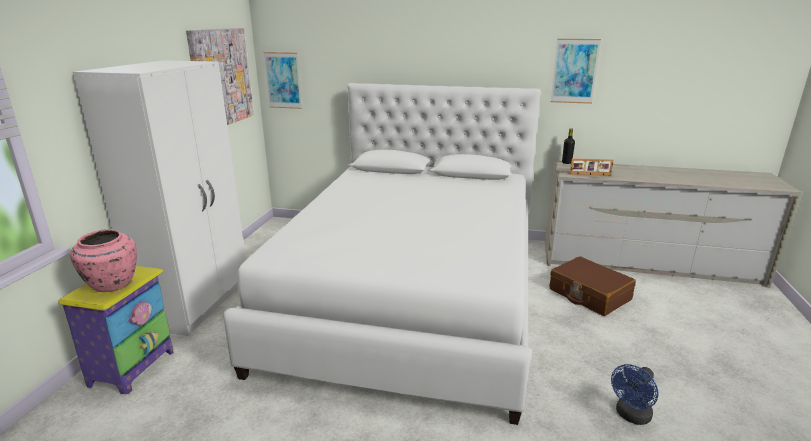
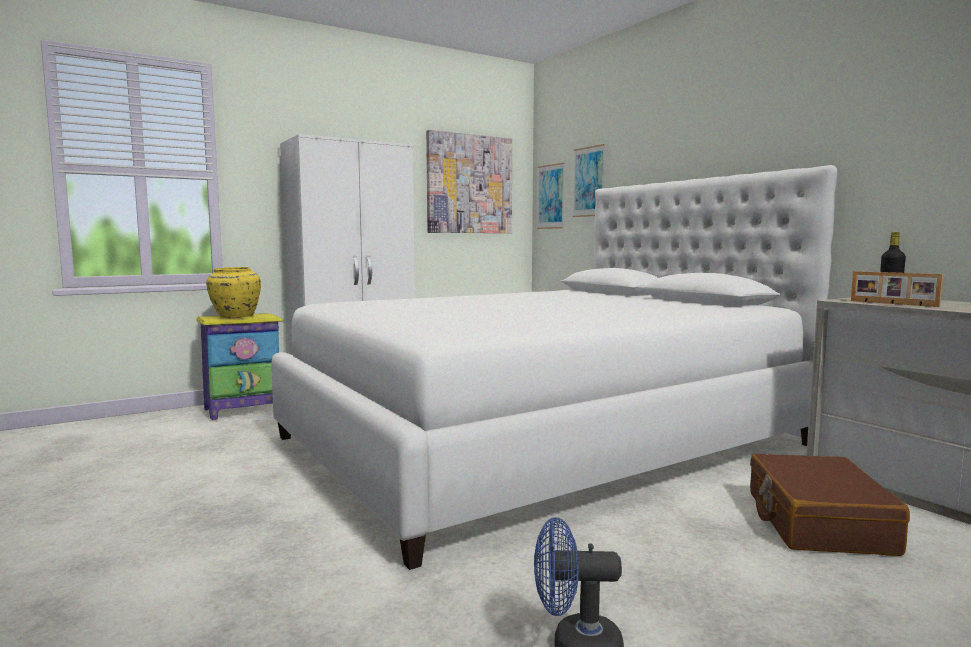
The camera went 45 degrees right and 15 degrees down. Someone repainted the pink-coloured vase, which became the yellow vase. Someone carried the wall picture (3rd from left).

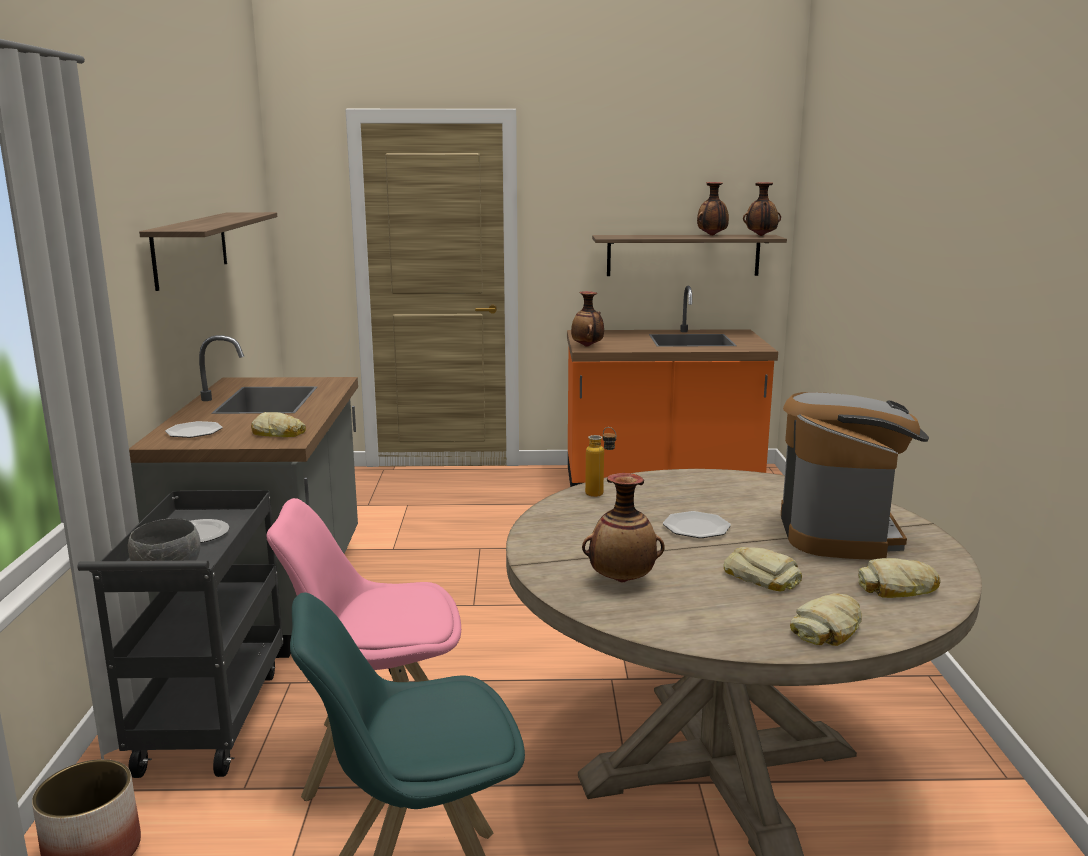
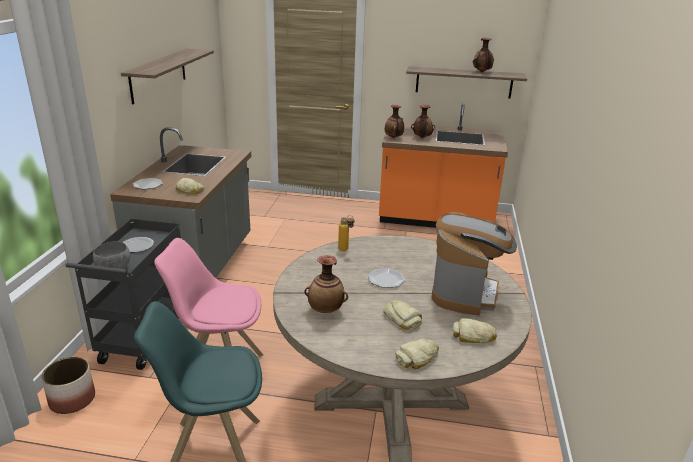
The camera went 10 degrees right and 10 degrees up. Someone carried the vase (4th from left in the first image).

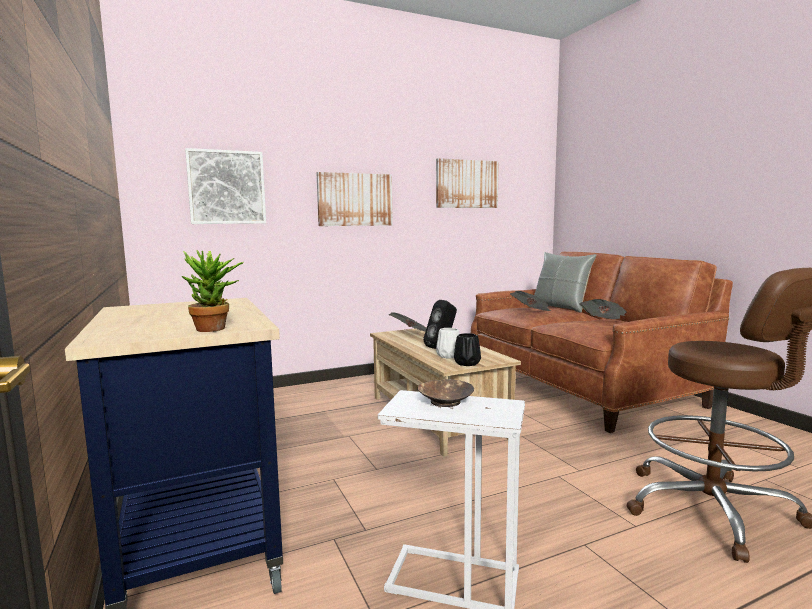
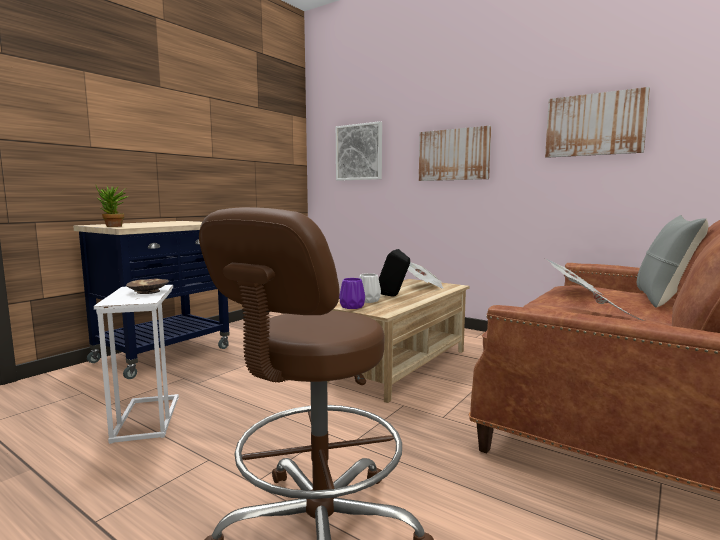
The camera went 60 degrees right and 0 degrees up. Someone repainted the black-coloured vase, which became the purple vase.

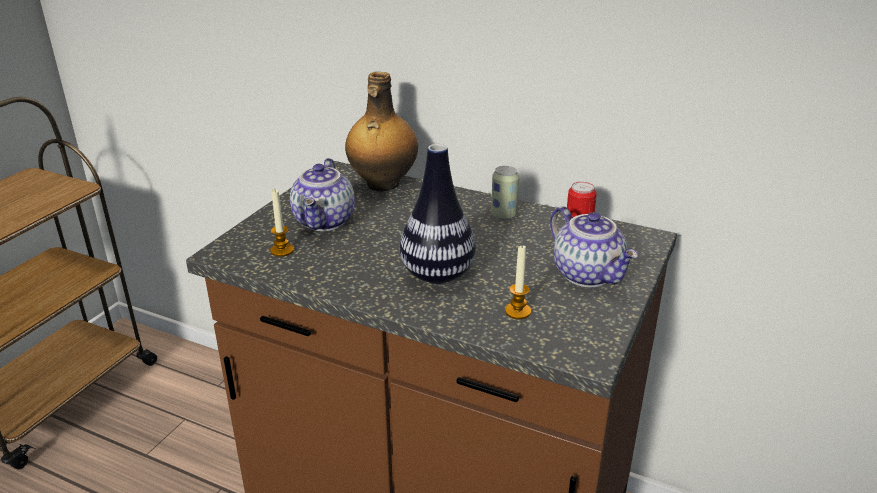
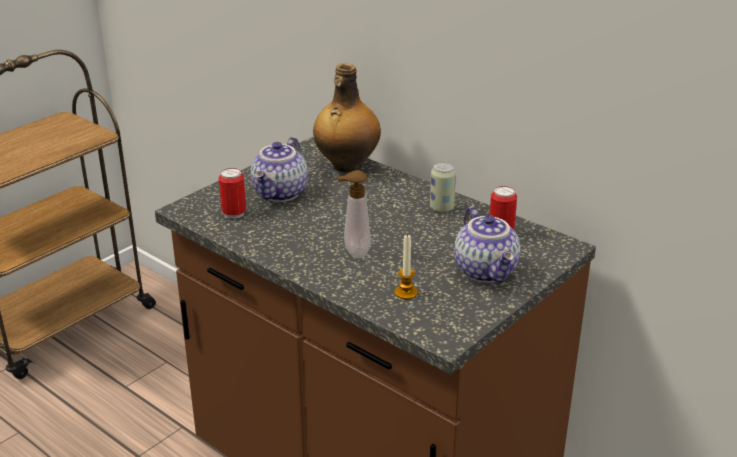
The camera went 15 degrees right and 0 degrees up. Someone swapped the candle (1st from left) for the metal can (1st from left). Someone swapped the vase for the soap bottle.

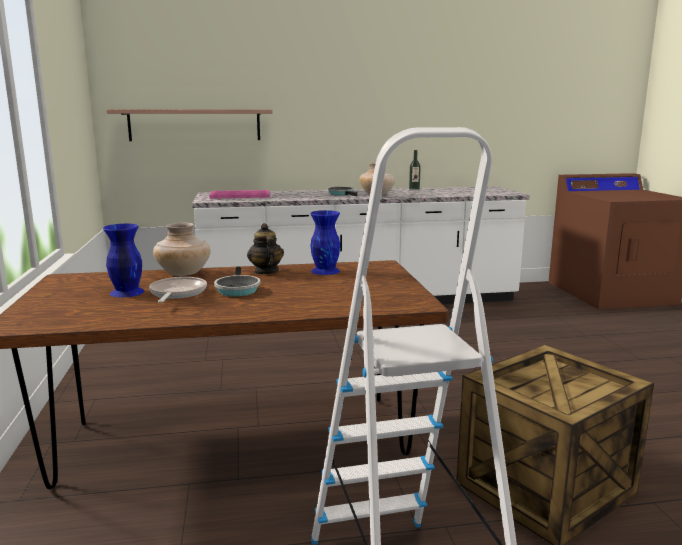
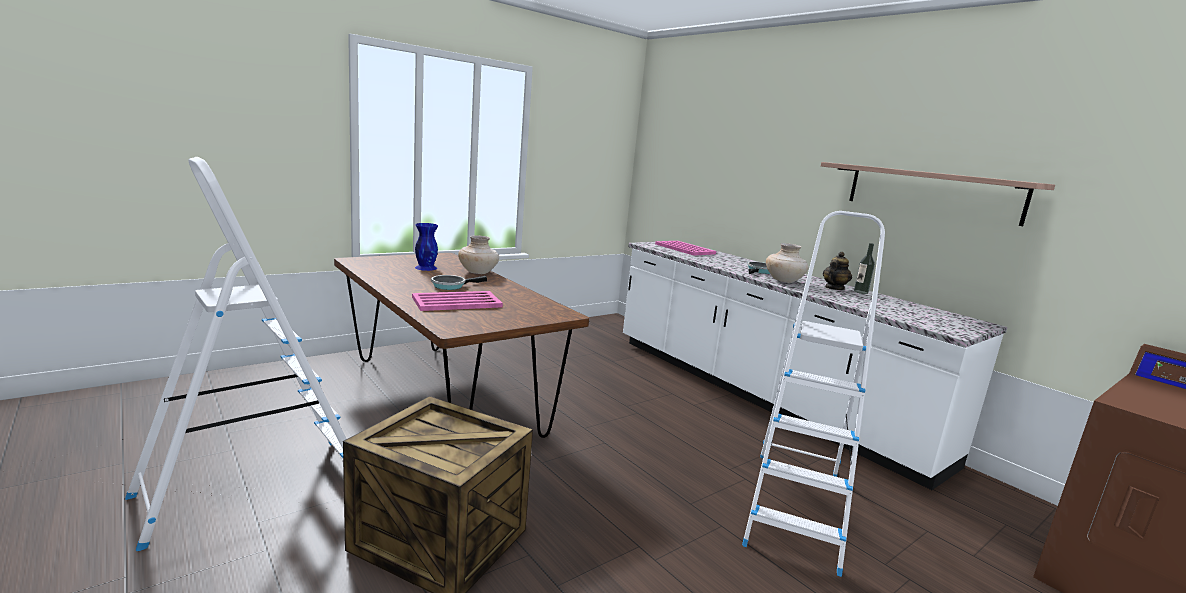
The camera went 60 degrees right and 0 degrees up. Someone put down the pink-coloured serving tray (1st from left). Someone put down the white stepladder (2nd from left). Someone carried the wall shelf. Someone carried the teapot. Someone took away the skillet (1st from left). Someone took away the blue-coloured vase (2nd from left).

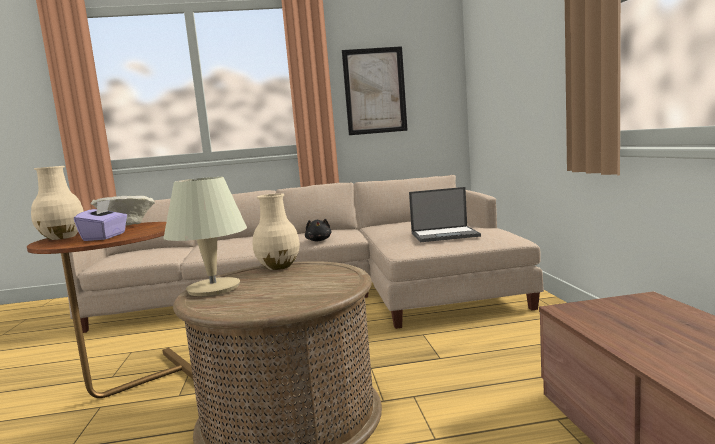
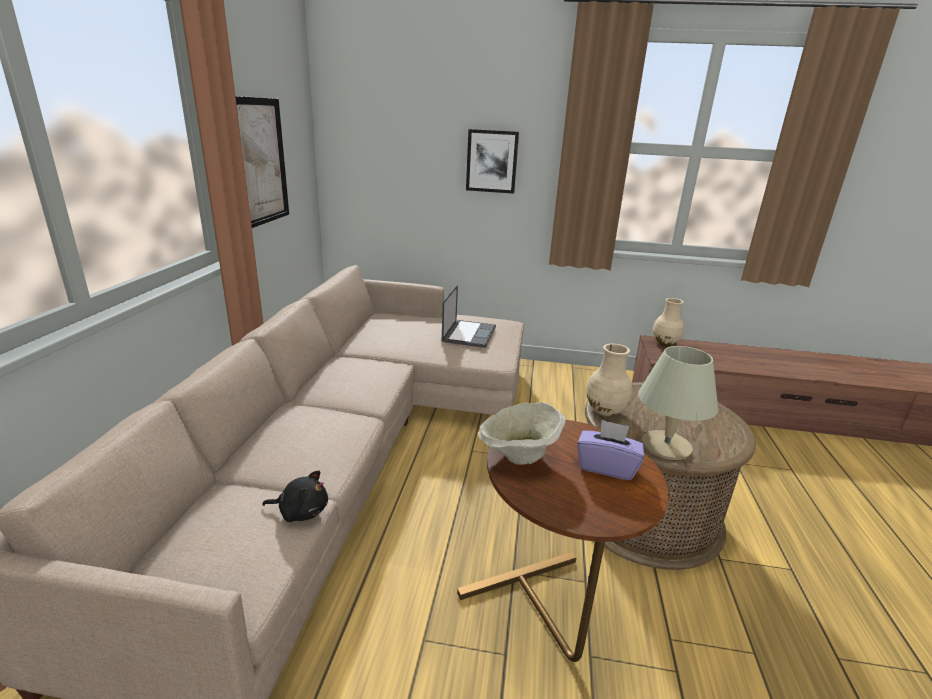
The camera went 75 degrees left and 15 degrees up. Someone carried the black-coloured plush toy. Someone put up the wall picture (2nd from left). Someone carried the beige vase (1st from left in the first image).

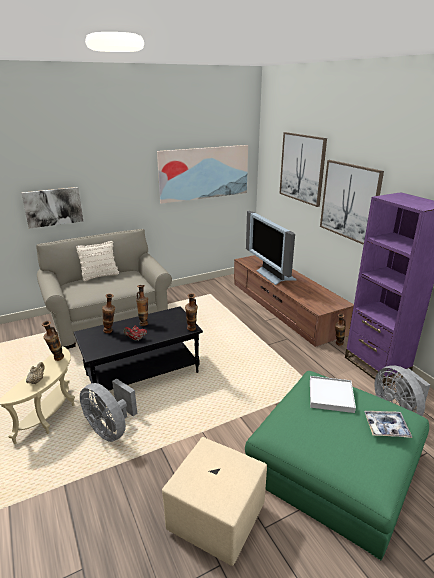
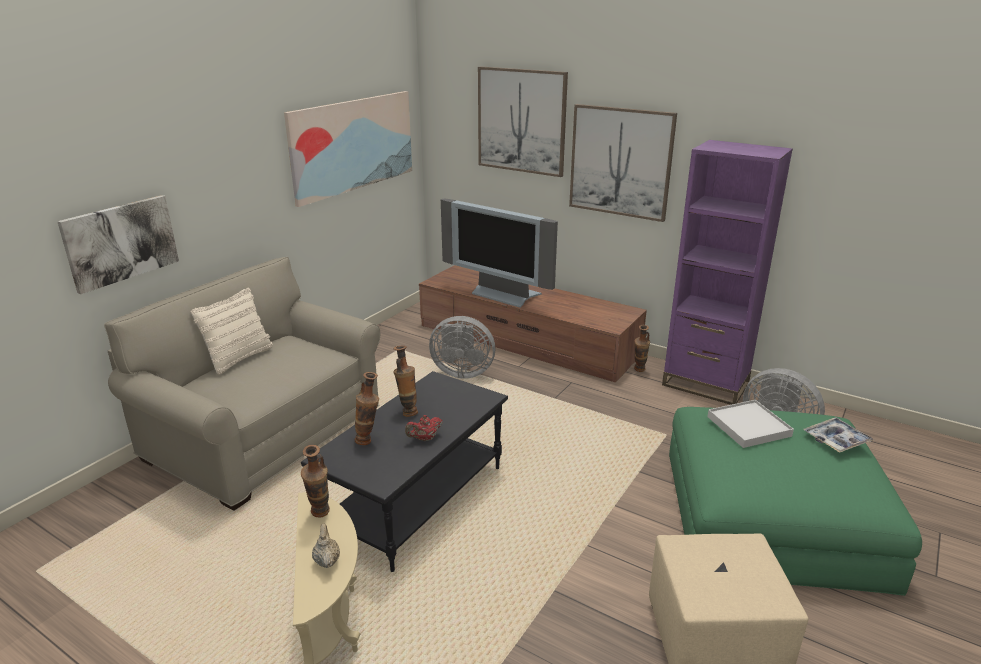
The camera went 30 degrees left and 0 degrees up. Someone carried the grey cooling fan (1st from left). Someone took away the vase (4th from left).

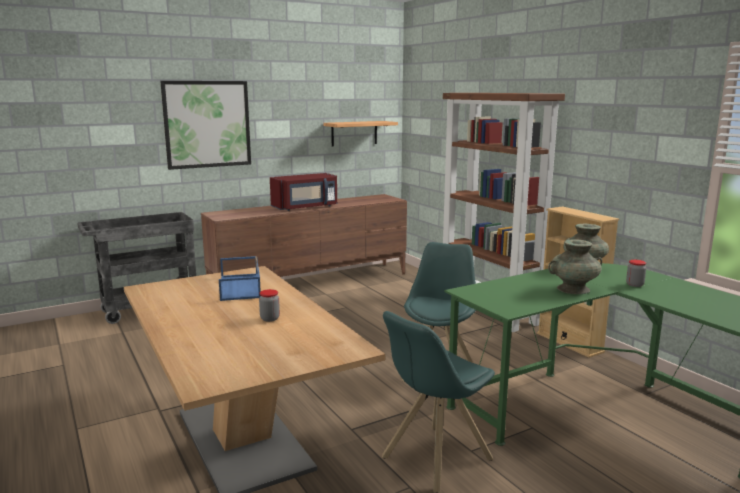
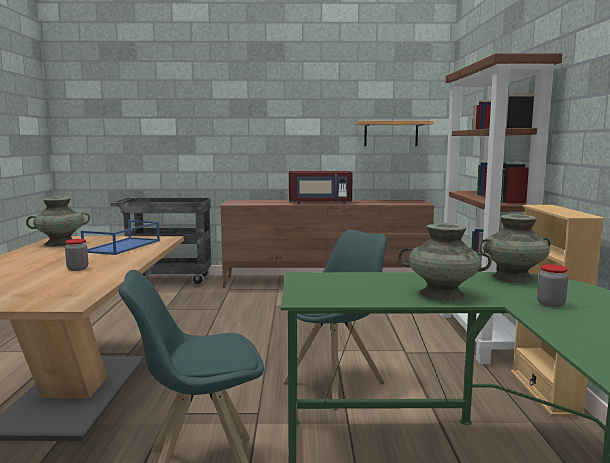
The camera went 30 degrees right and 5 degrees down. Someone put down the turquoise-coloured vase (1st from left). Someone took away the wall picture.

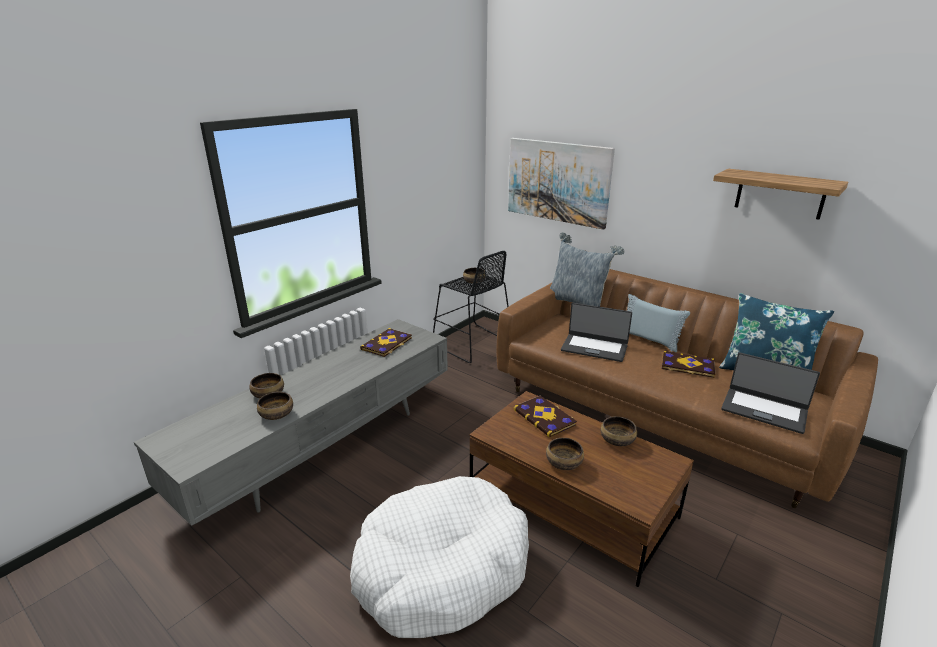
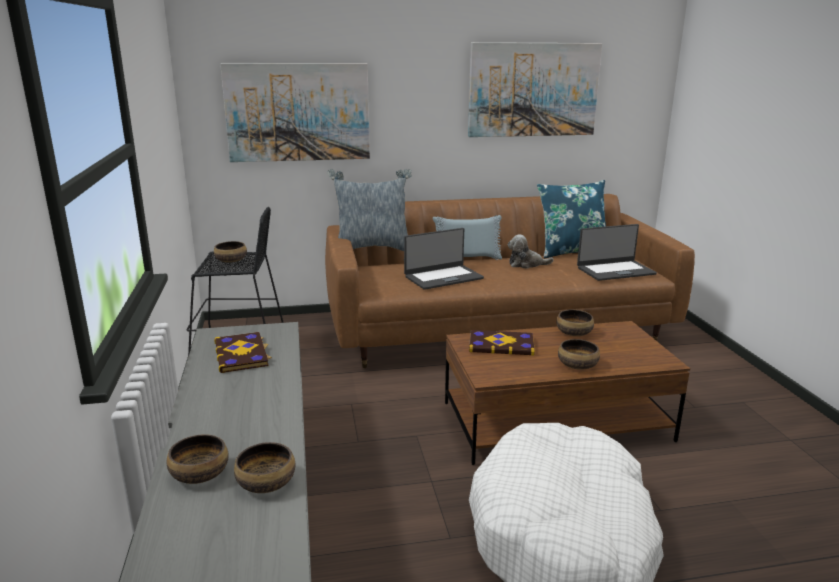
The camera went 50 degrees left and 5 degrees down. Someone swapped the wall shelf for the wall picture (2nd from left). Someone swapped the book (3rd from left) for the plush toy.

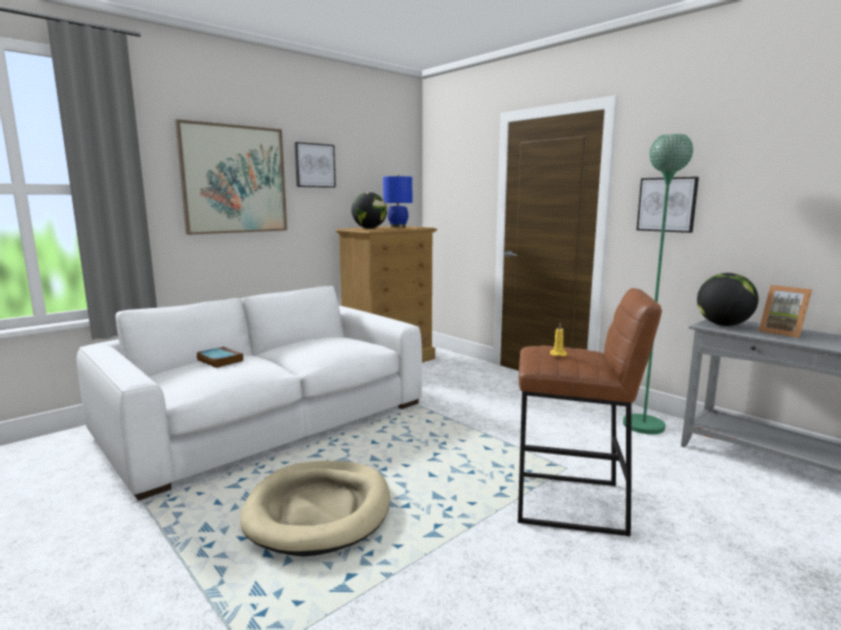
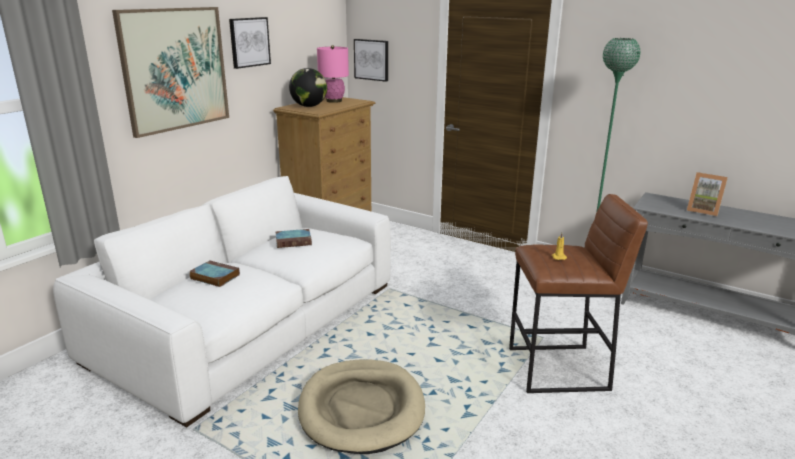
The camera went 15 degrees left and 10 degrees up. Someone put down the book (2nd from left). Someone repainted the blue-coloured lamp for a table, which became the pink-coloured lamp for a table. Someone carried the wall picture (3rd from left). Someone took away the world globe (2nd from left).

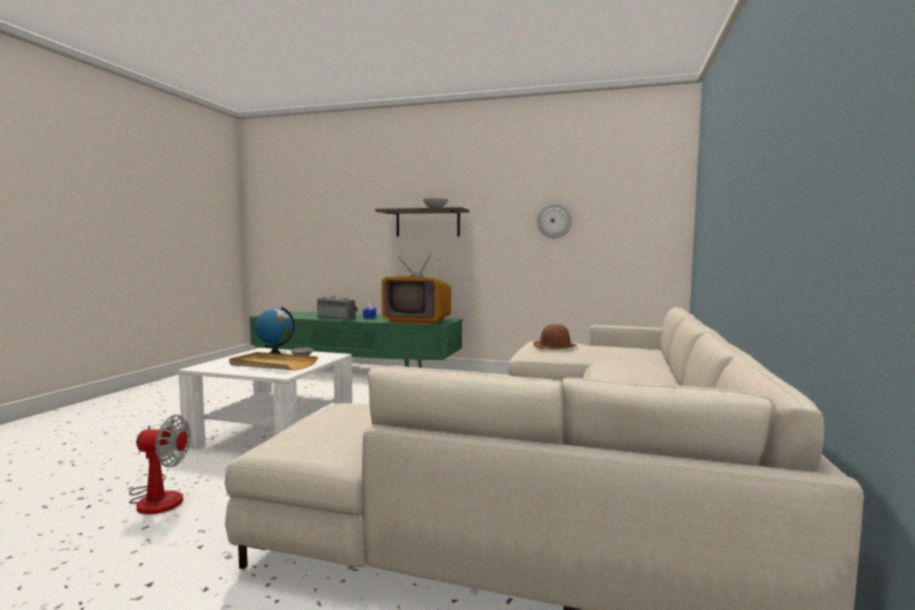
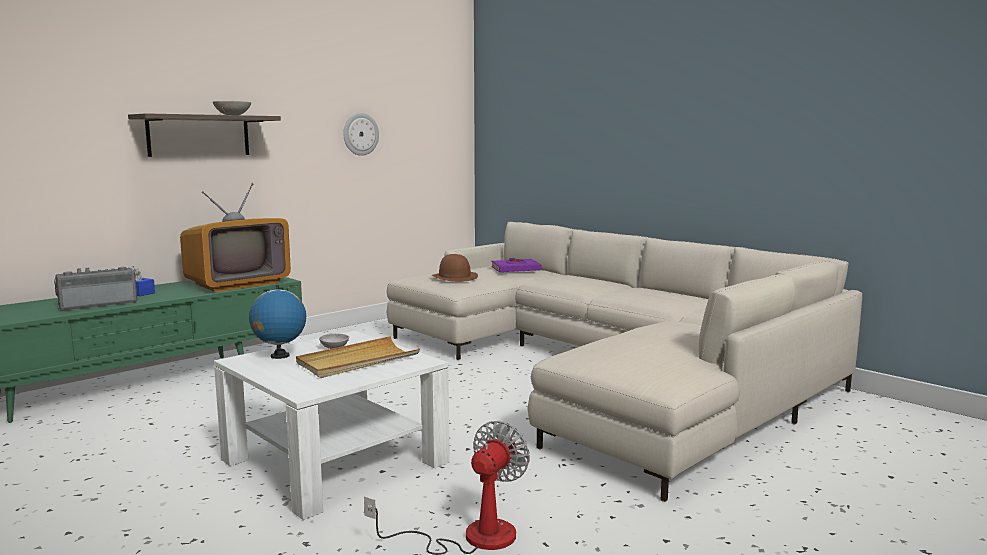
The camera went 60 degrees left and 5 degrees up. Someone put down the purple book.

